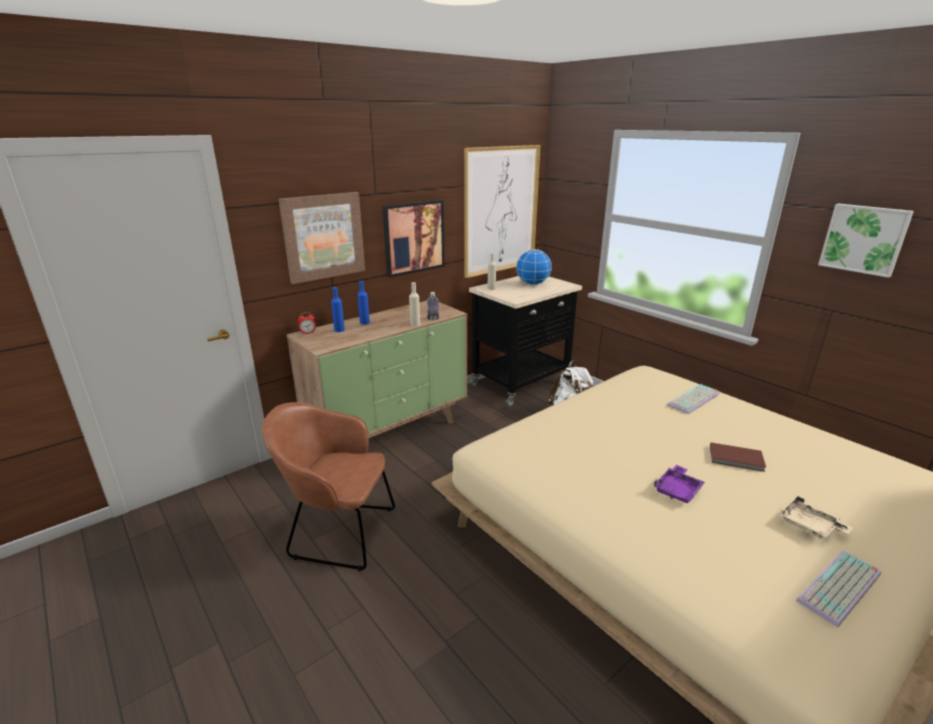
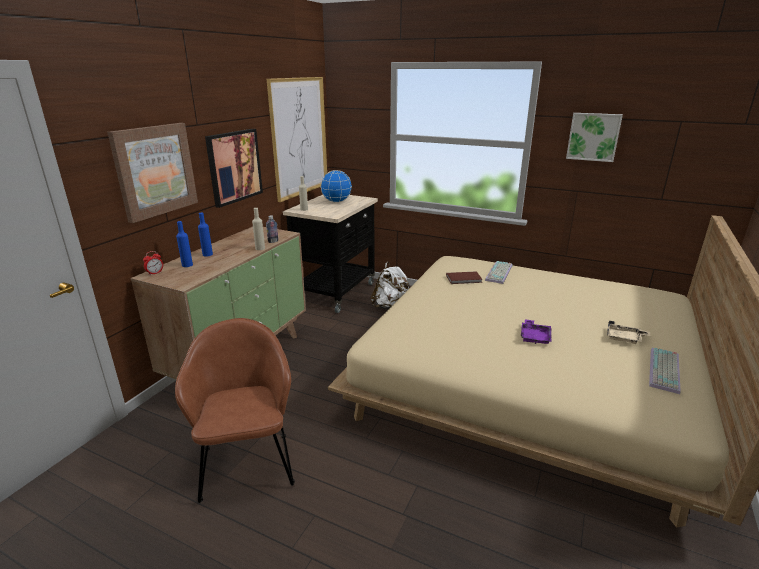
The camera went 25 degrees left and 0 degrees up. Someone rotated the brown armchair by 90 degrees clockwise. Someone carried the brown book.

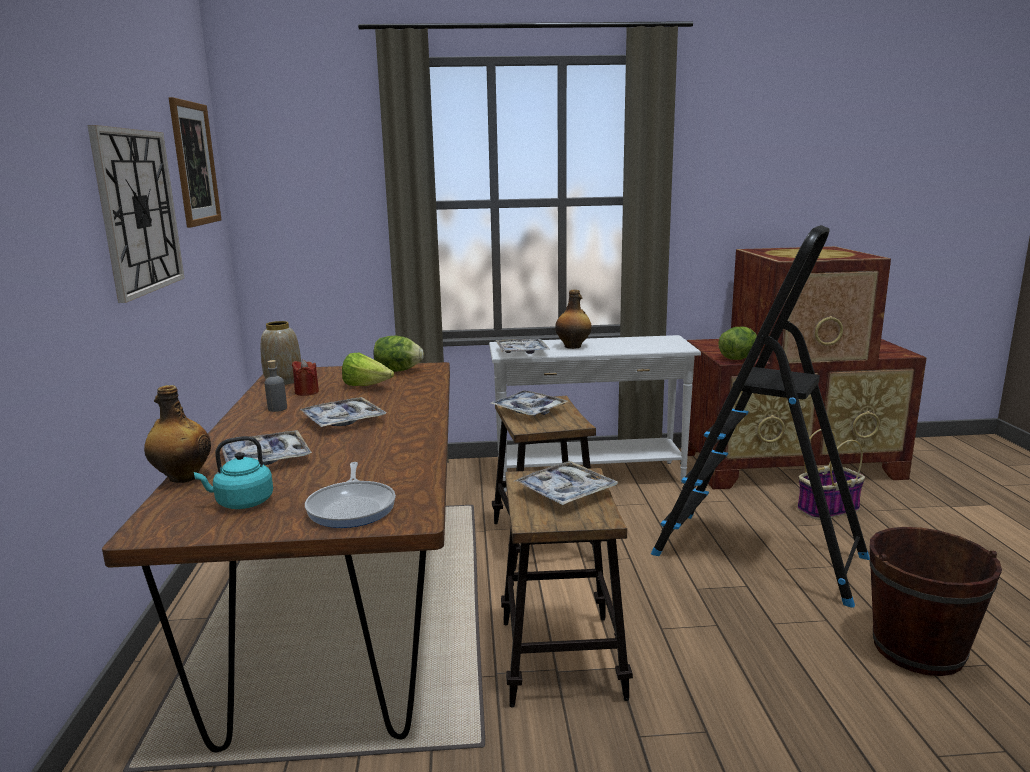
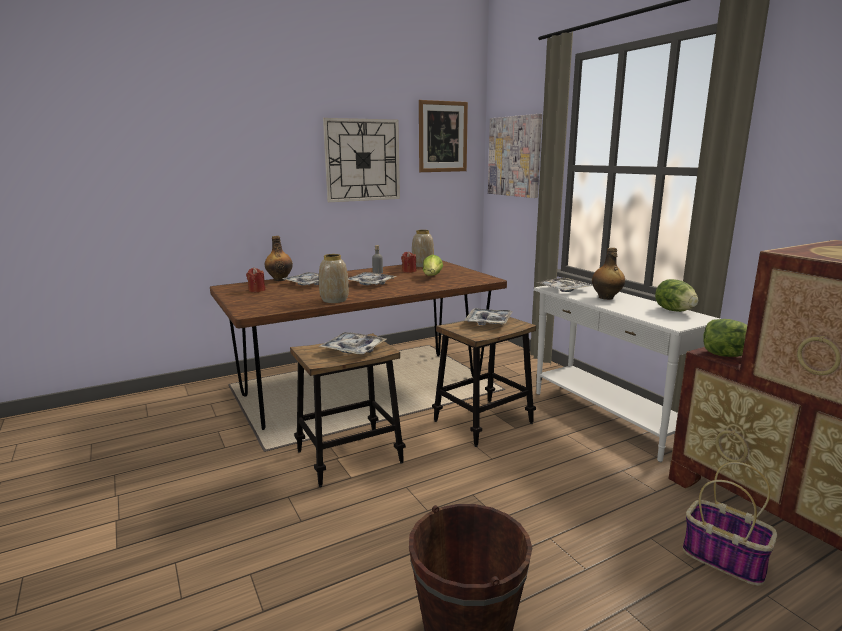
The camera went 65 degrees right and 0 degrees up. Someone swapped the turquoise-coloured kettle for the reddish candle (1st from left). Someone put down the vase (1st from left). Someone put up the wall picture (2nd from left). Someone carried the head of lettuce (2nd from left). Someone took away the skillet. Someone took away the black-coloured stepladder.

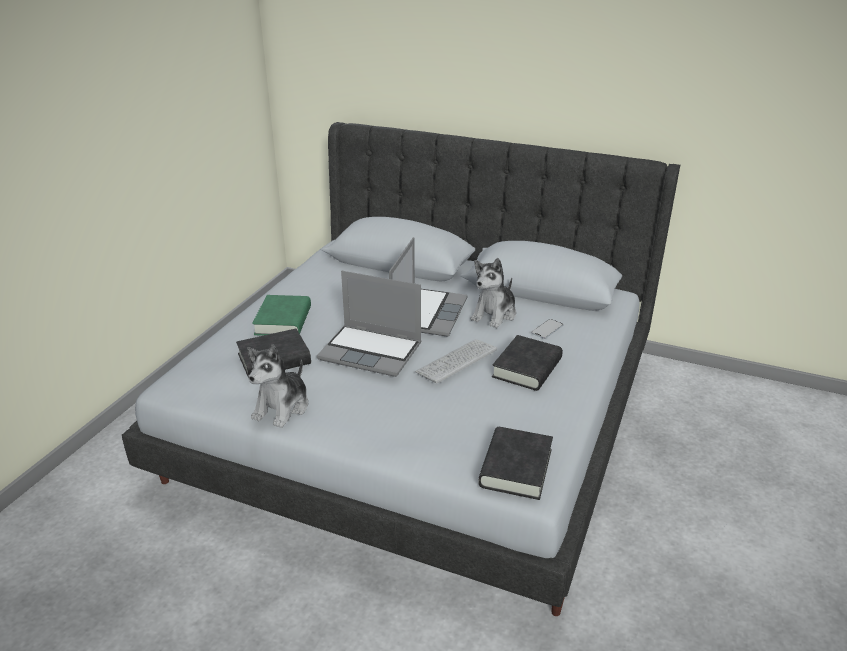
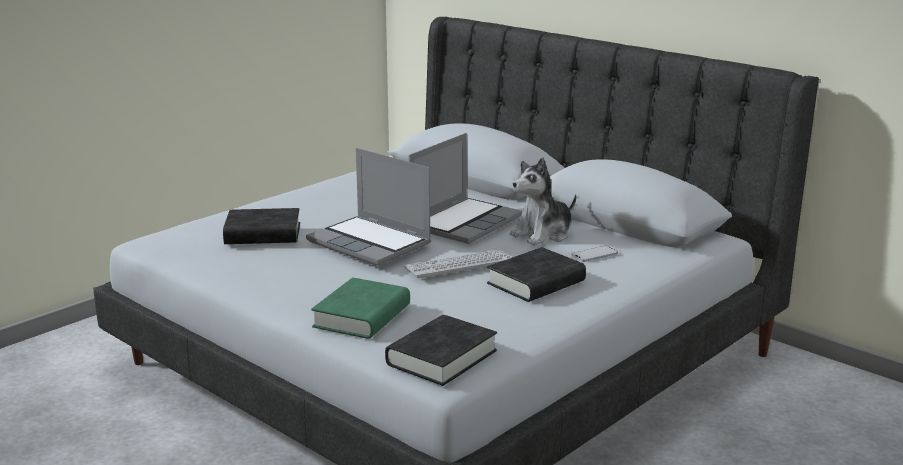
The camera went 20 degrees right and 10 degrees down. Someone carried the greenish book. Someone took away the plush toy (1st from left).

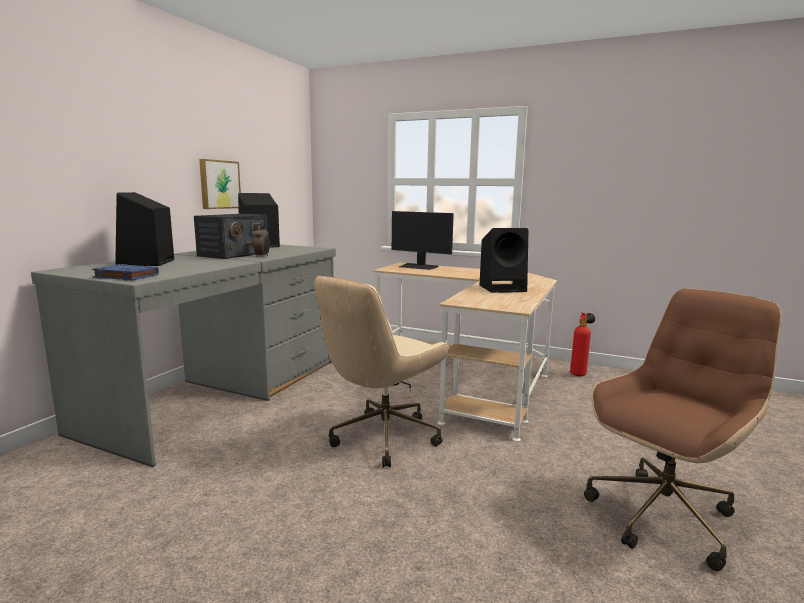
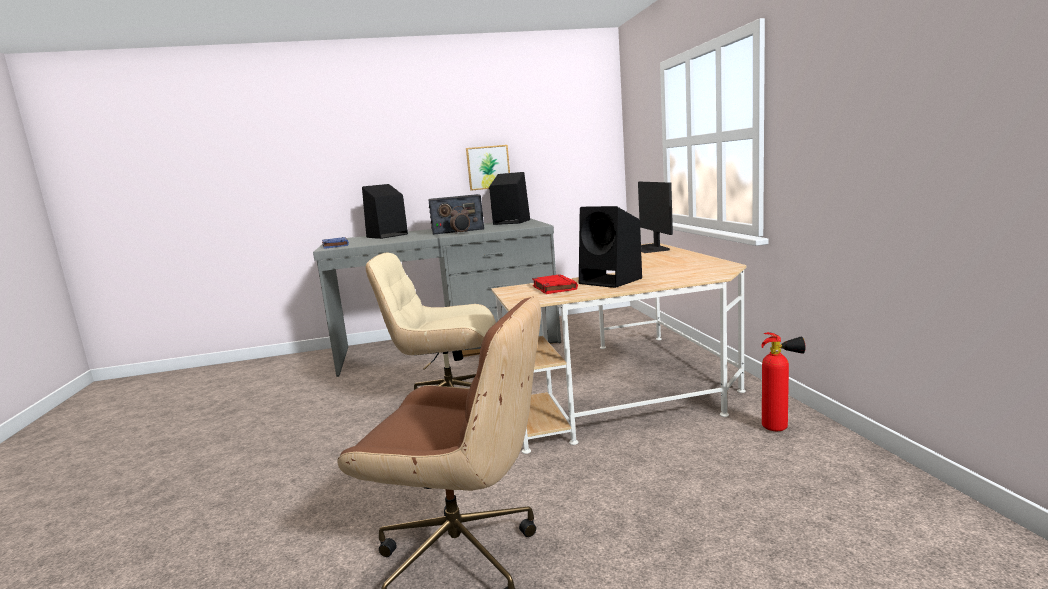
The camera went 55 degrees right and 0 degrees up. Someone put down the reddish book.

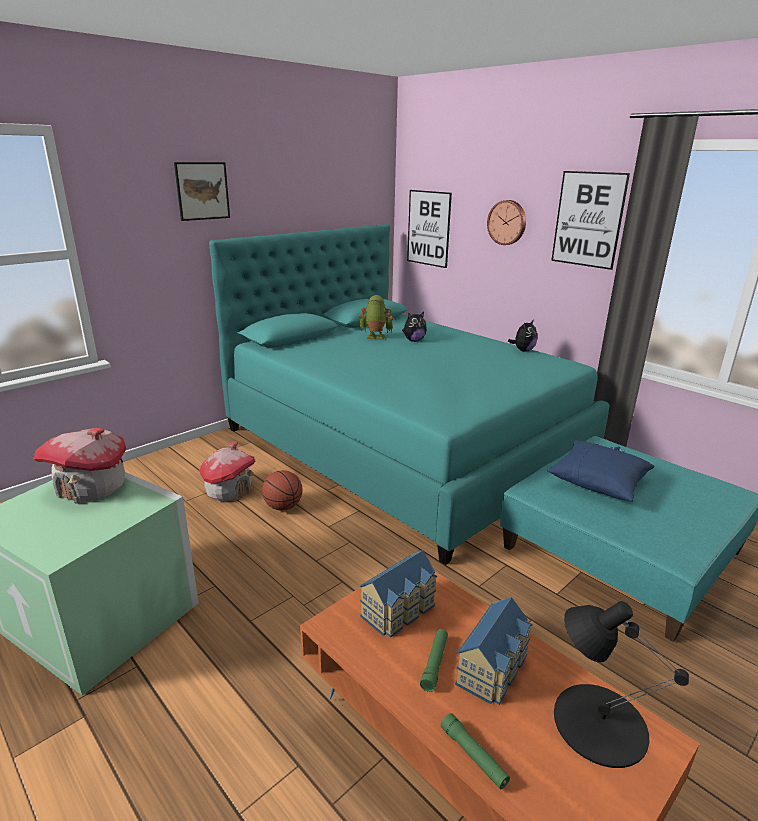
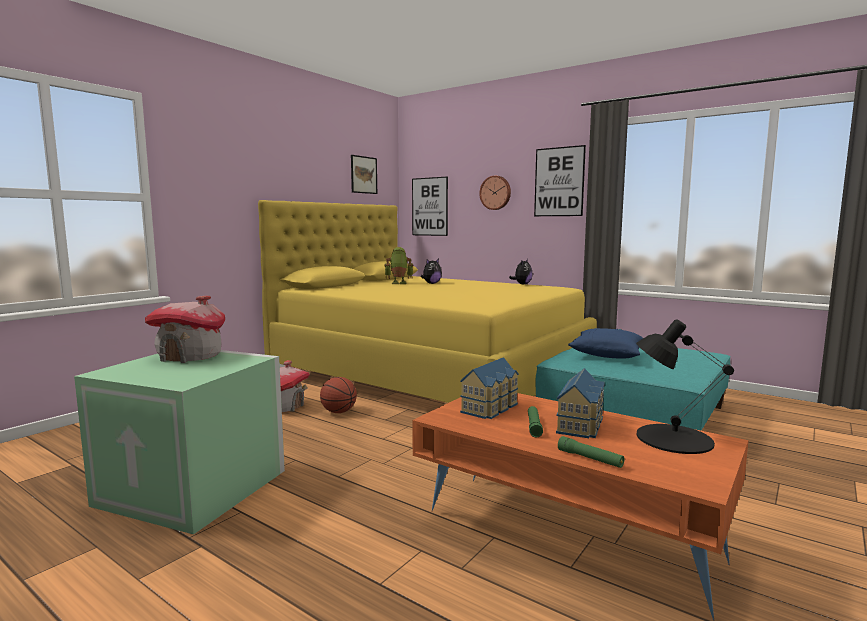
The camera went 10 degrees left and 15 degrees down. Someone repainted the turquoise-coloured sleeping bed, which became the yellow sleeping bed. Someone carried the wall picture (1st from left).

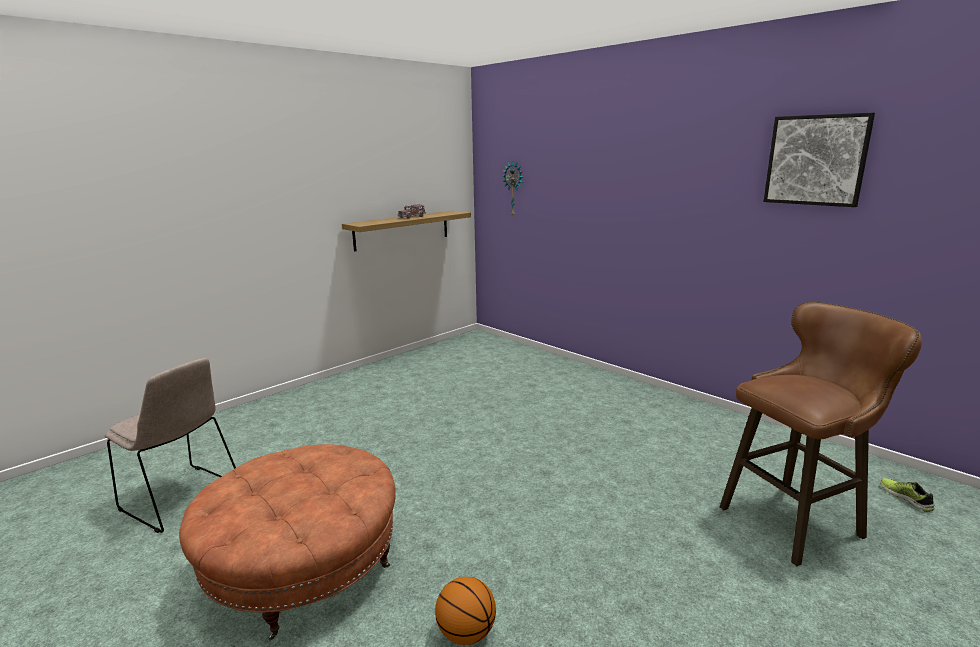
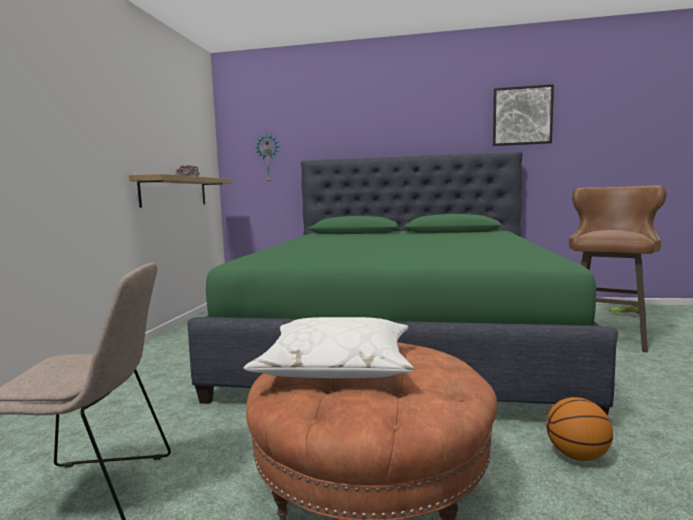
The camera went 35 degrees left and 10 degrees down. Someone put down the greenish sleeping bed. Someone put down the white cushion.

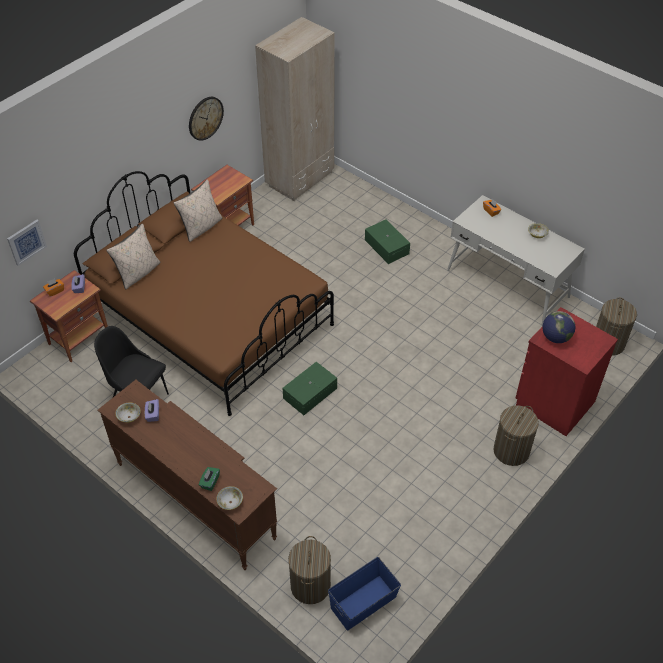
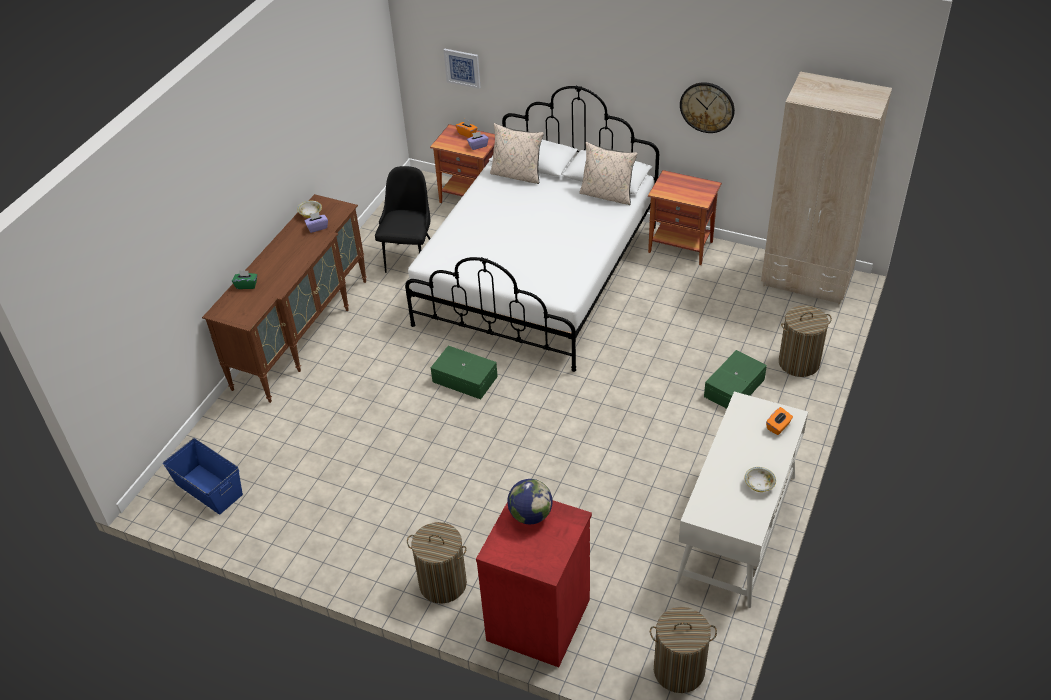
The camera went 75 degrees right and 5 degrees down. Someone repainted the brown sleeping bed, which became the white sleeping bed. Someone carried the laundry basket (1st from left in the first image). Someone took away the deep dish (2nd from left).

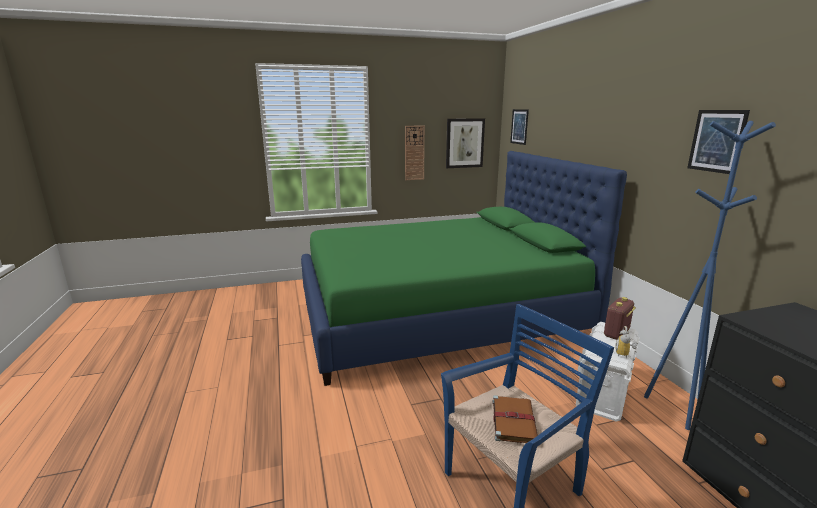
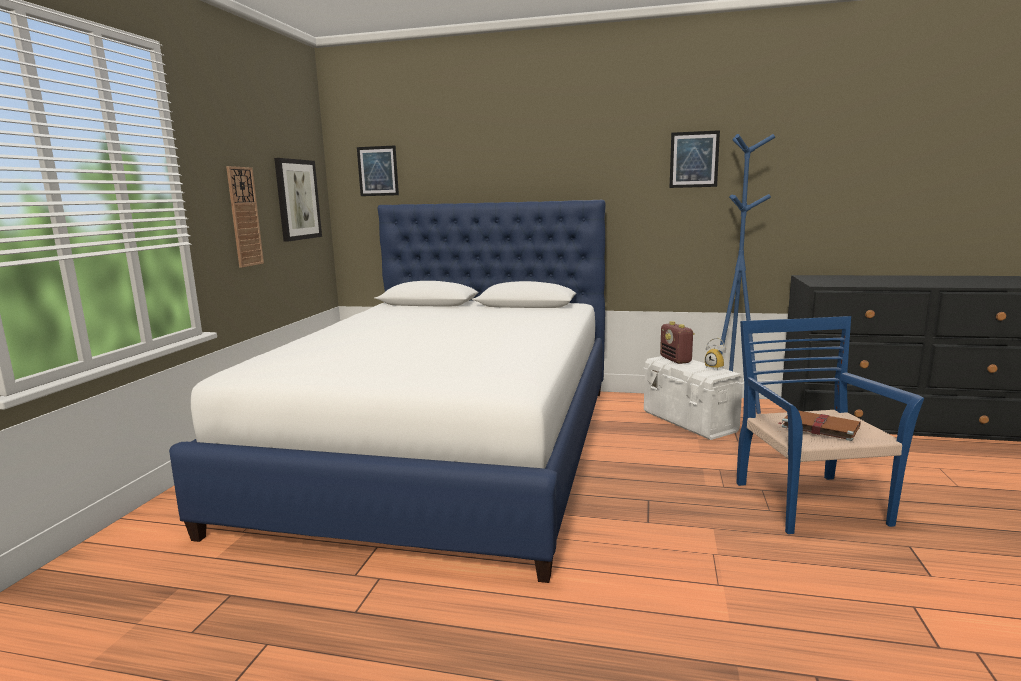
The camera went 60 degrees left and 5 degrees down. Someone repainted the greenish sleeping bed, which became the white sleeping bed.

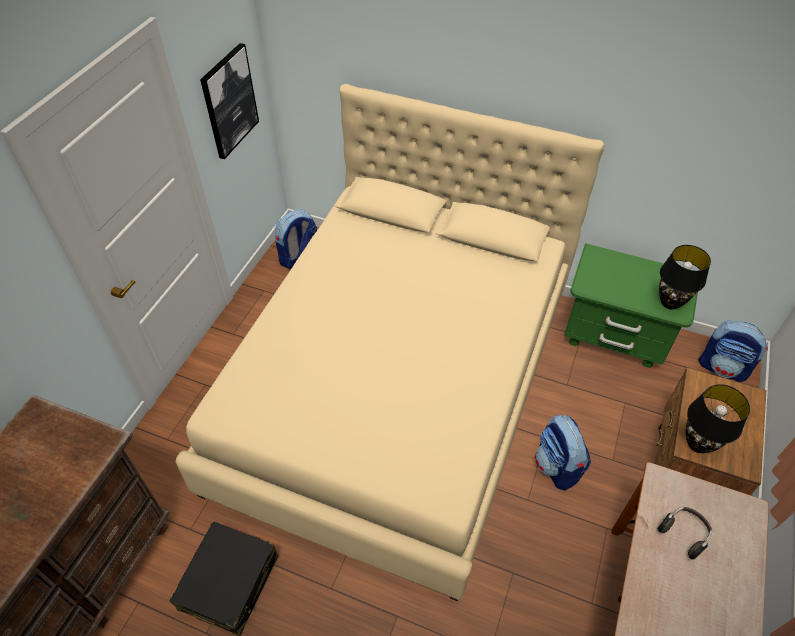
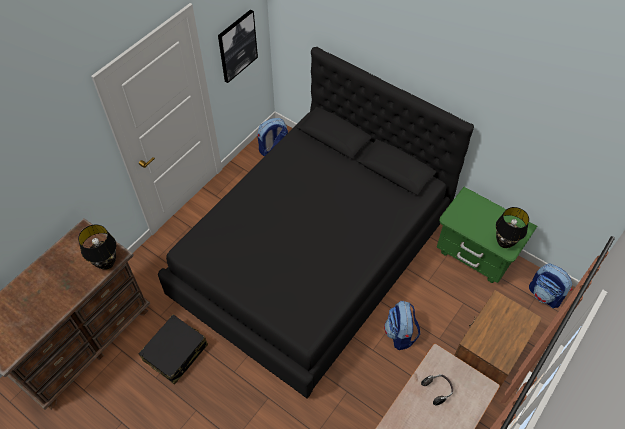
The camera went 15 degrees right and 5 degrees up. Someone carried the black-coloured lamp for a table (2nd from left in the first image). Someone repainted the beige sleeping bed, which became the black-coloured sleeping bed.

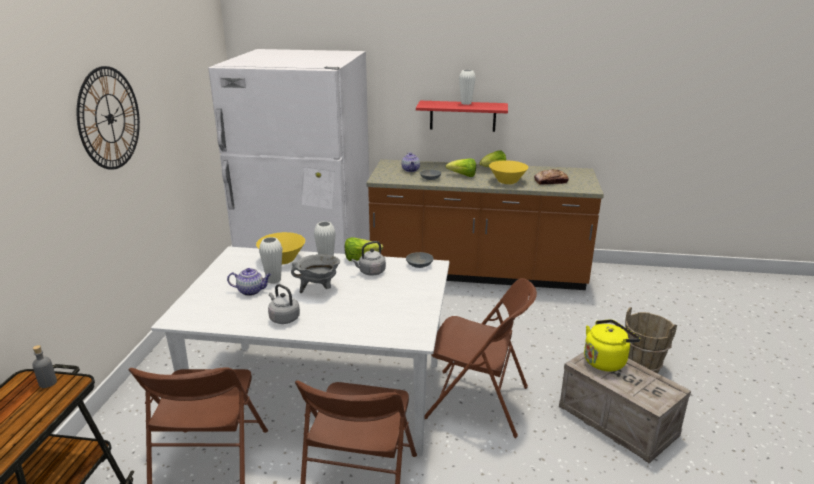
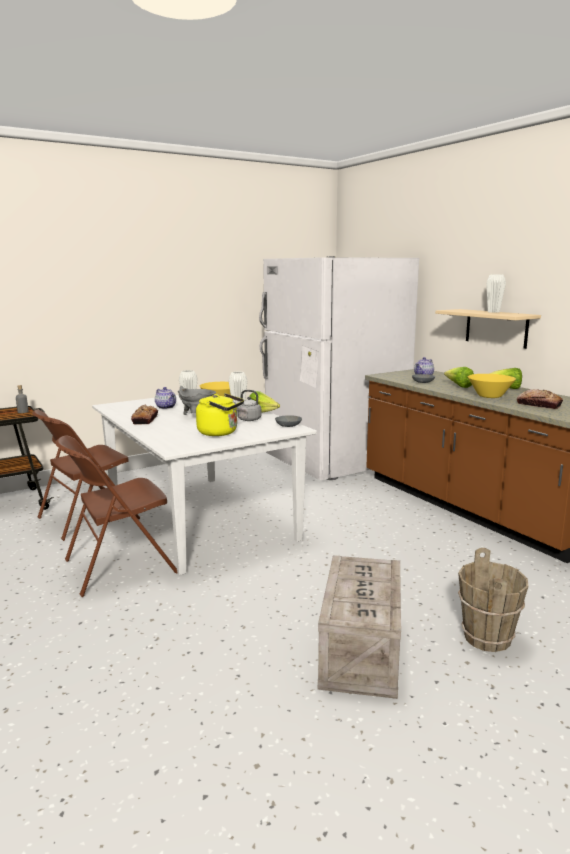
The camera went 50 degrees right and 10 degrees down. Someone swapped the grey kettle (1st from left) for the bakery bread (1st from left). Someone carried the yellow kettle. Someone repainted the reddish wall shelf, which became the beige wall shelf. Someone took away the hanging clock. Someone took away the brown upright chair (3rd from left).

